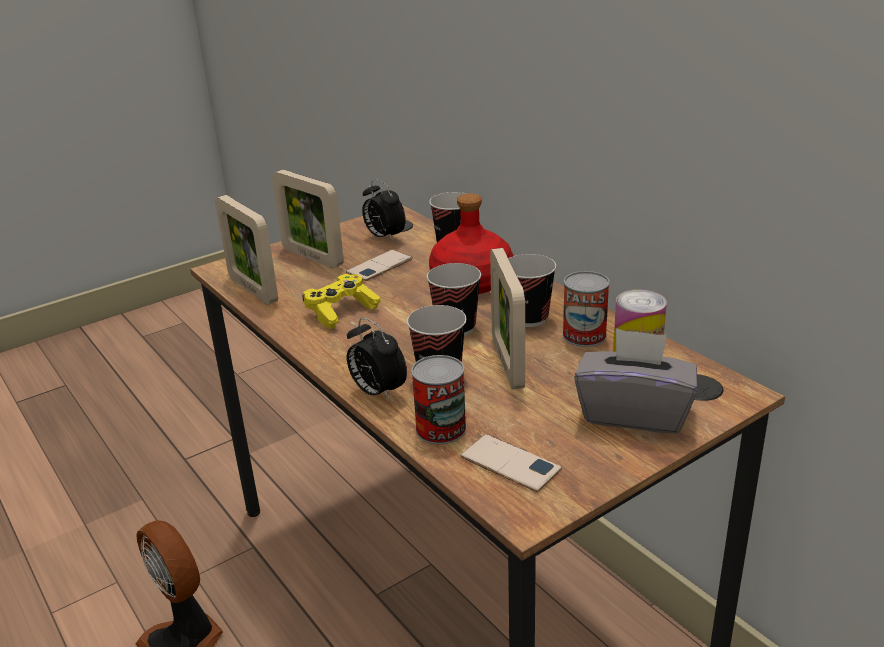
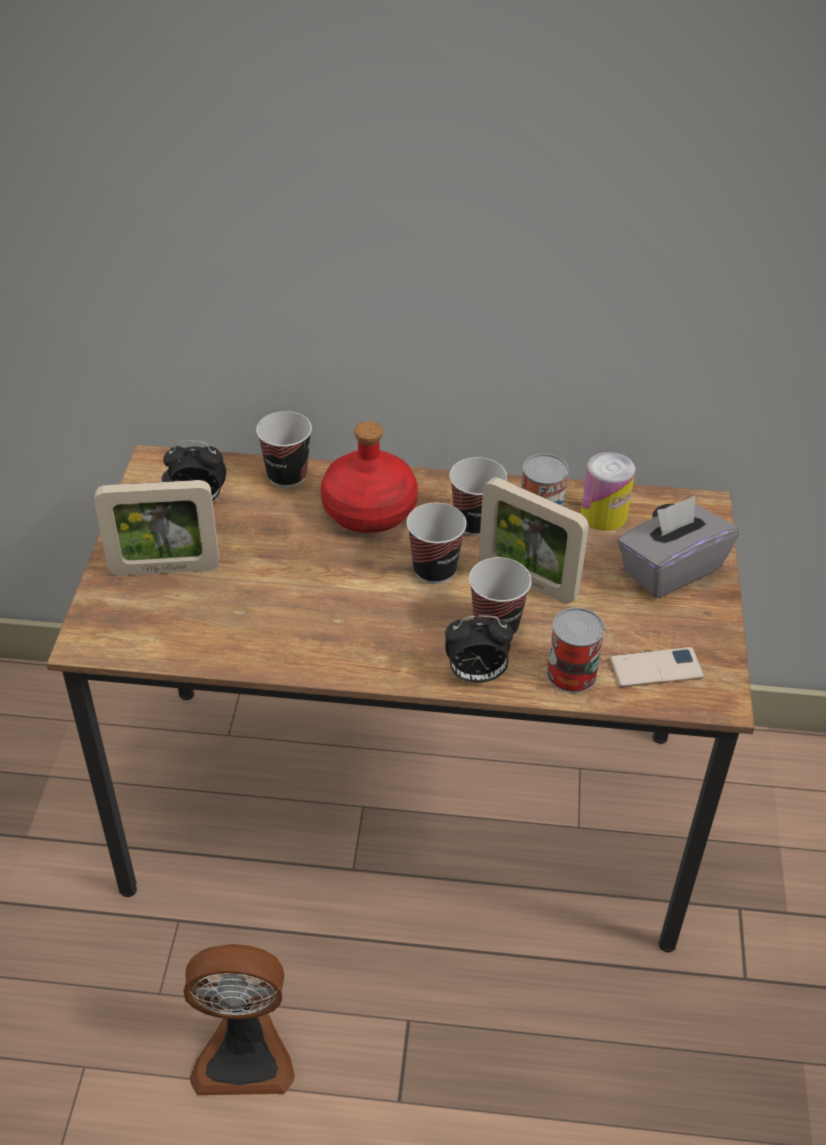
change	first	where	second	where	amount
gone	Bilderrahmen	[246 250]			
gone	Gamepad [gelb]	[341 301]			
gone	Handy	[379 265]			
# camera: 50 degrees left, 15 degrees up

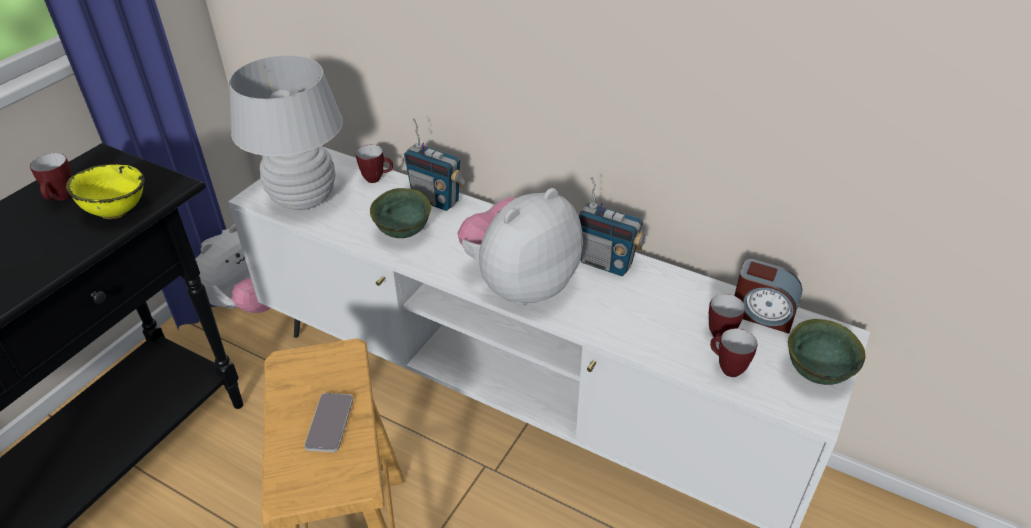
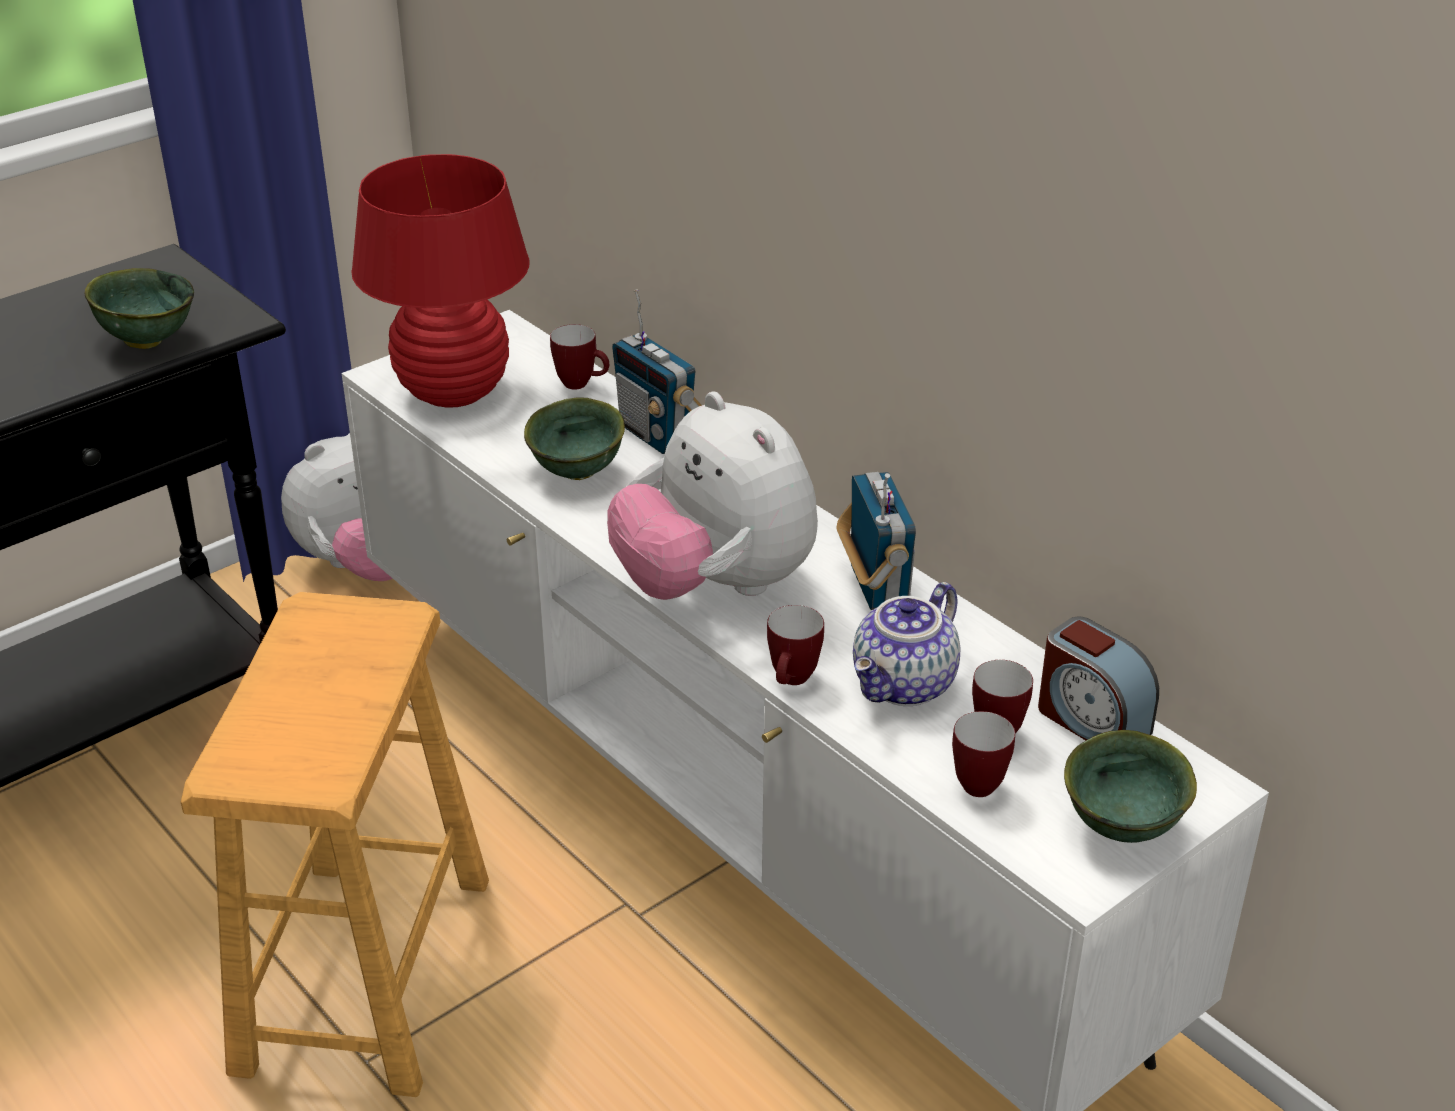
change	first	where	second	where	amount
repainted	Schüssel [gelb]	[105 191]	Schüssel [grün]	[139 308]	
repainted	Tischlampe [weiß]	[286 132]	Tischlampe [rot]	[440 281]	
rotated	Plüschtier	[520 246]		[712 495]	105 degrees counterclockwise
shifted	Henkelbecher	[51 177]		[795 645]	
rotated	Radio	[611 226]		[876 541]	150 degrees counterclockwise
new			Teekanne	[906 644]	
gone	Handy	[328 422]			
# camera: 20 degrees right, 5 degrees down

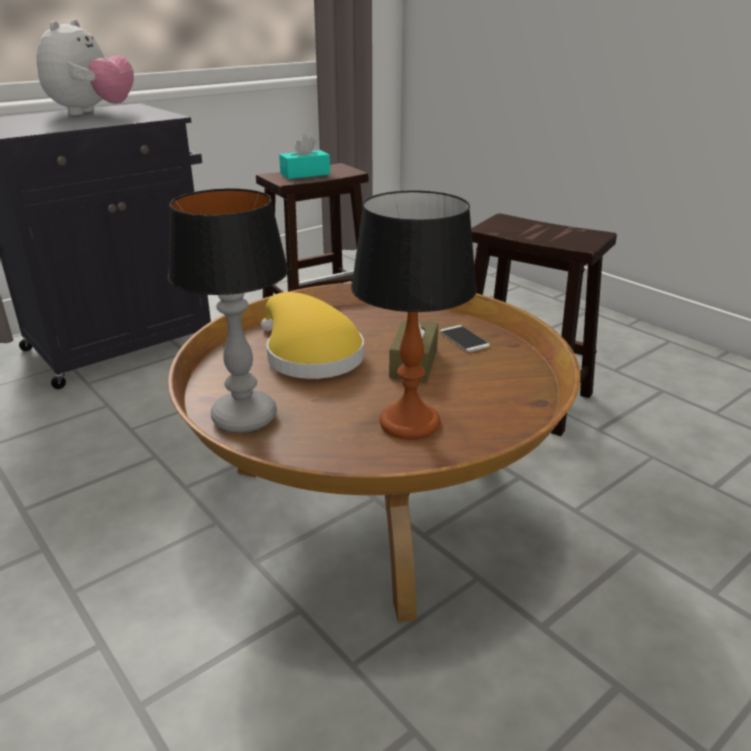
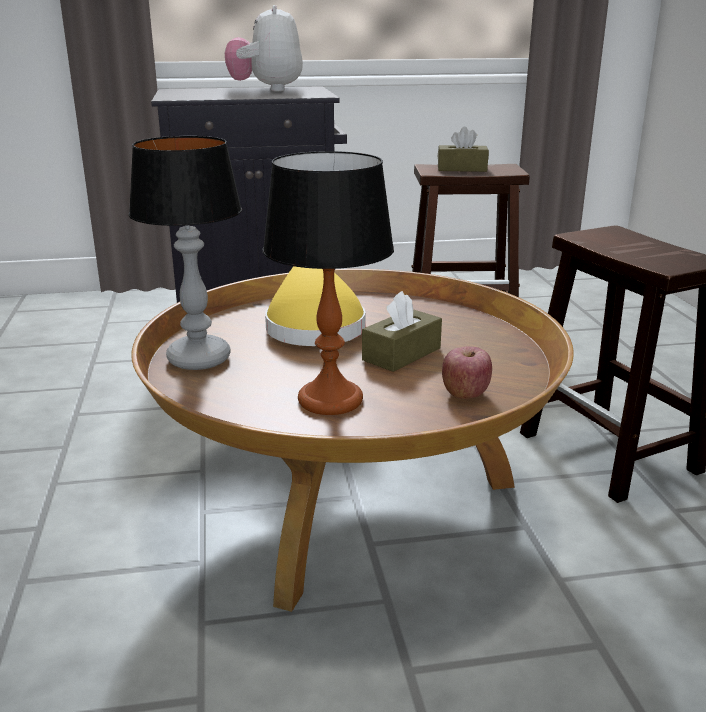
change	first	where	second	where	amount
rotated	Plüschtier	[85 67]		[264 48]	135 degrees clockwise
repainted	Taschentuchbox [türkis]	[304 157]	Taschentuchbox [braun]	[463 149]	
new			Apfel	[467 373]	
gone	Handy	[465 338]			
# camera: 30 degrees right, 5 degrees down

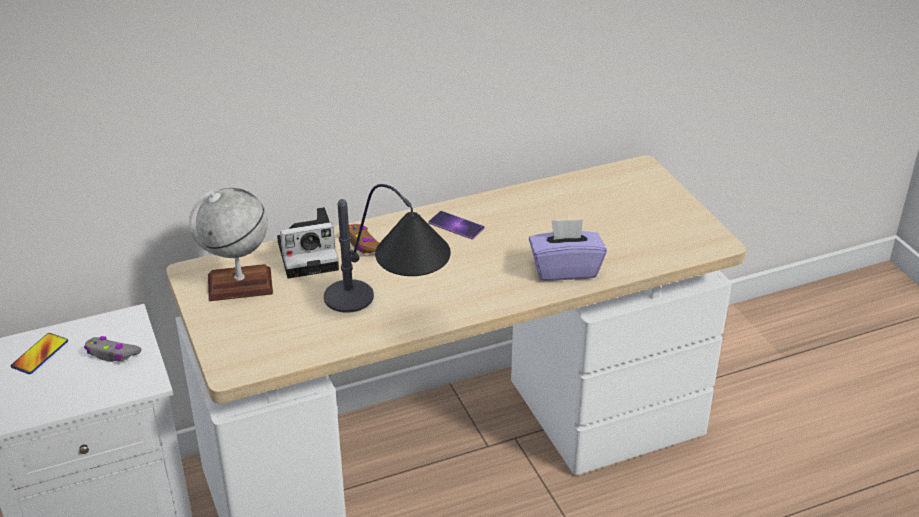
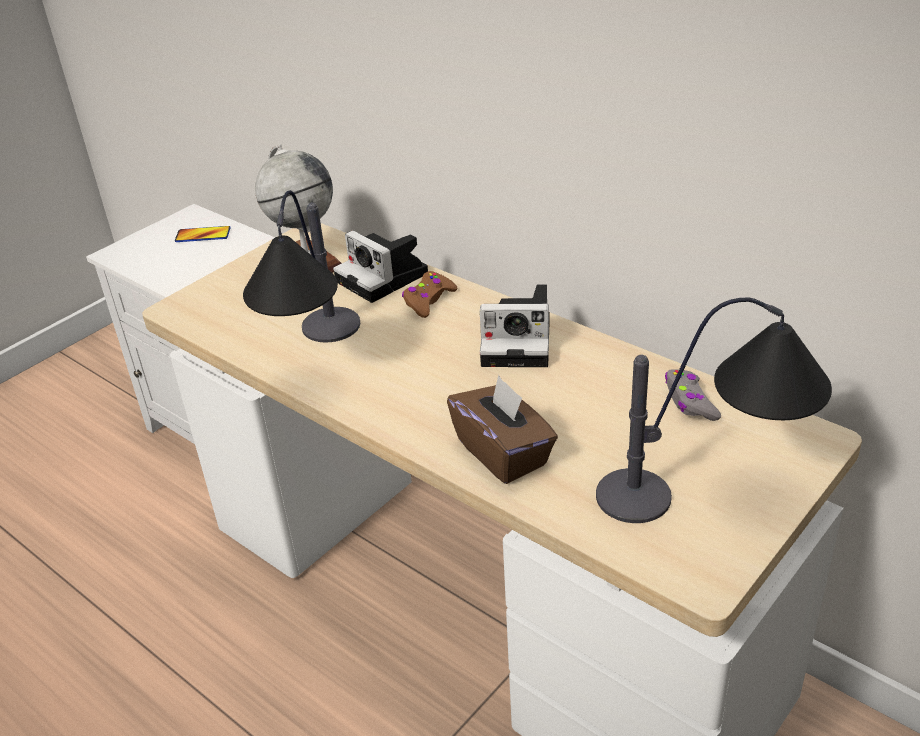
change	first	where	second	where	amount
repainted	Taschentuchbox [lila]	[568 250]	Taschentuchbox [braun]	[502 429]	
swapped	Handy	[456 225]	Kamera	[515 325]	
new			Tischlampe	[714 410]	
shifted	Gamepad [grau]	[112 349]		[693 395]	
# camera: 65 degrees right, 0 degrees up

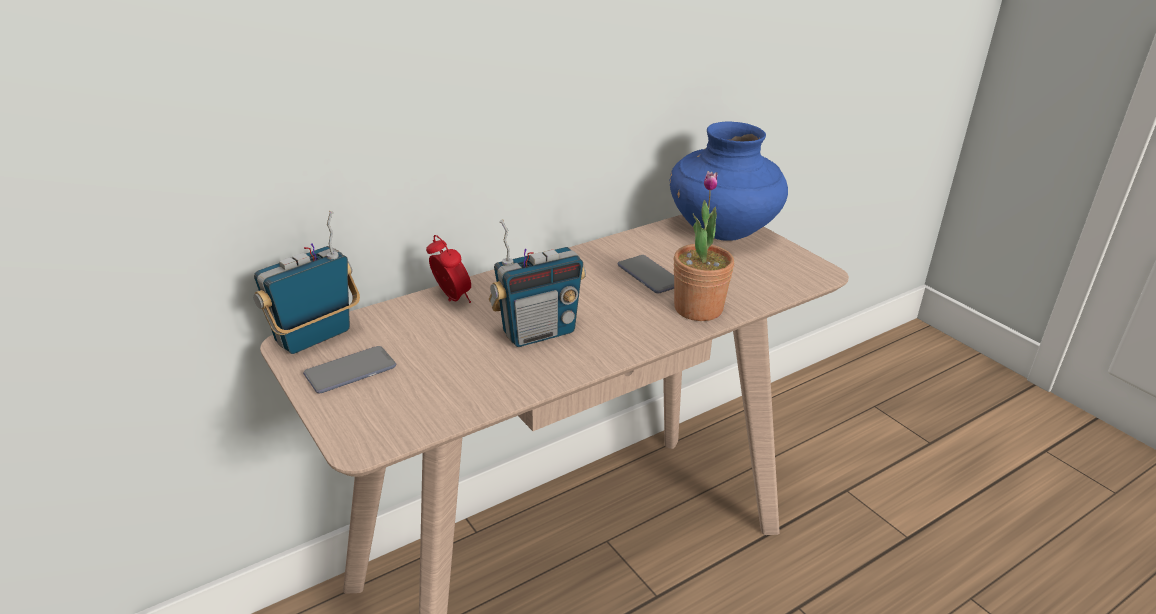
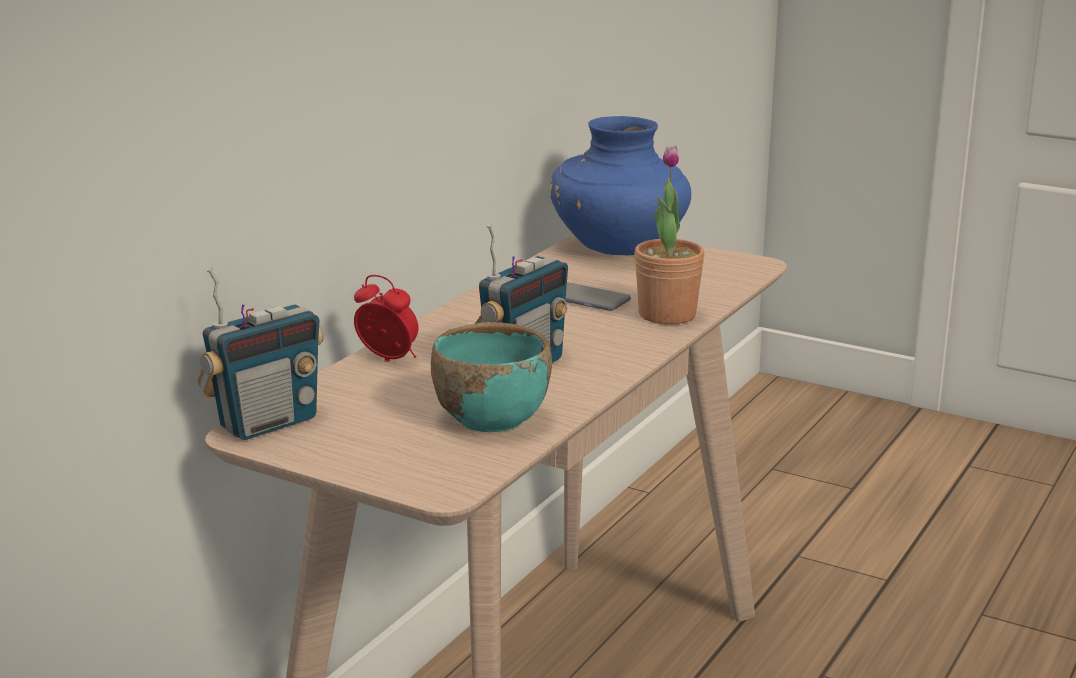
change	first	where	second	where	amount
rotated	Radio	[306 282]		[261 353]	150 degrees counterclockwise
new			Schüssel [türkis]	[491 377]	
gone	Handy	[349 370]			
# camera: 25 degrees left, 10 degrees down

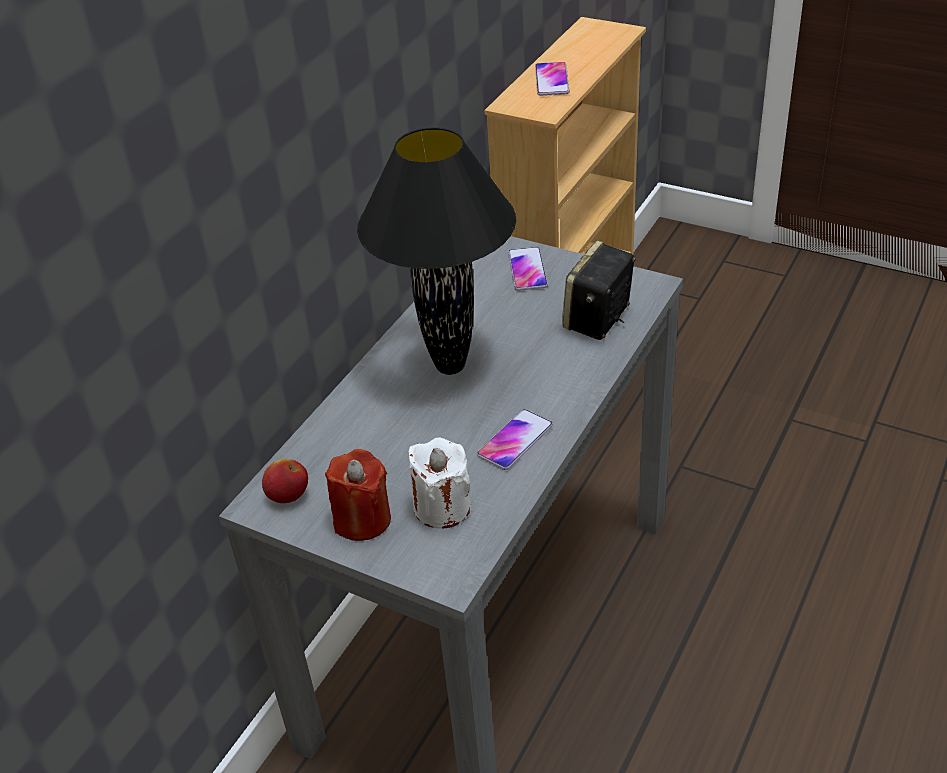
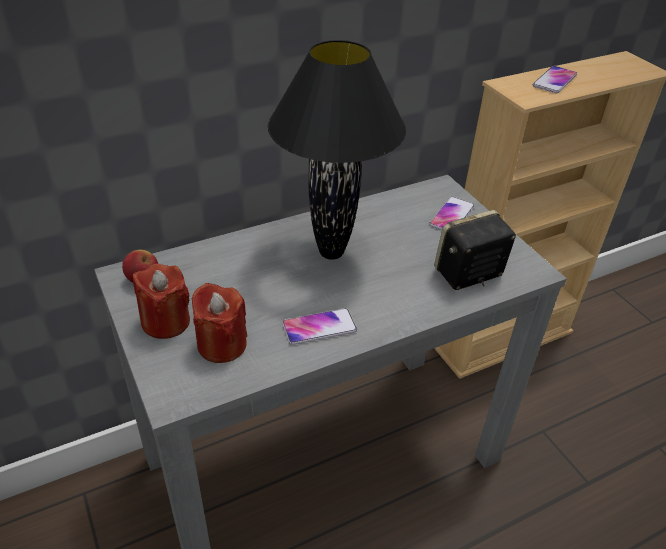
change	first	where	second	where	amount
repainted	Kerze [weiß]	[440 483]	Kerze [rot]	[219 323]	
# camera: 30 degrees right, 0 degrees up

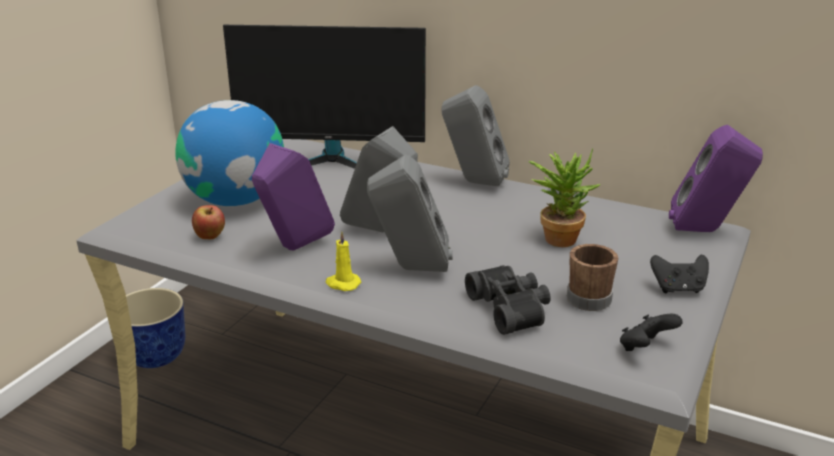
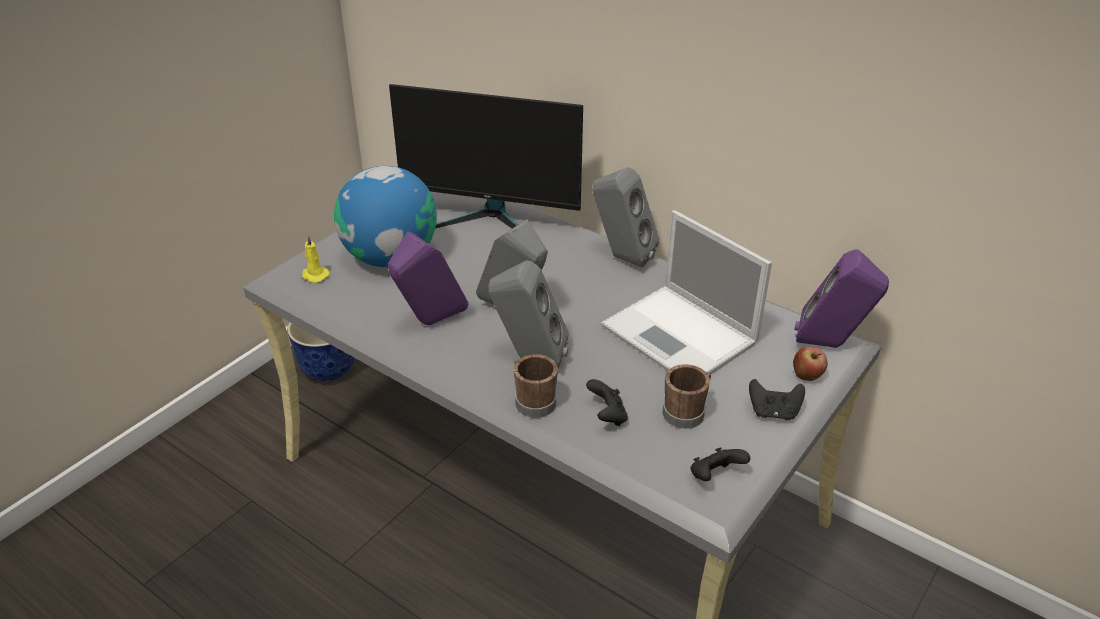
change	first	where	second	where	amount
shifted	Kerze [gelb]	[343 261]		[316 259]	
new			Henkelbecher [braun]	[536 386]	
swapped	Fernglas [schwarz]	[508 300]	Gamepad [schwarz]	[607 402]	
swapped	Topfpflanze	[565 198]	Laptop	[686 292]	
shifted	Apfel	[208 222]		[810 364]	
# camera: 10 degrees right, 10 degrees up

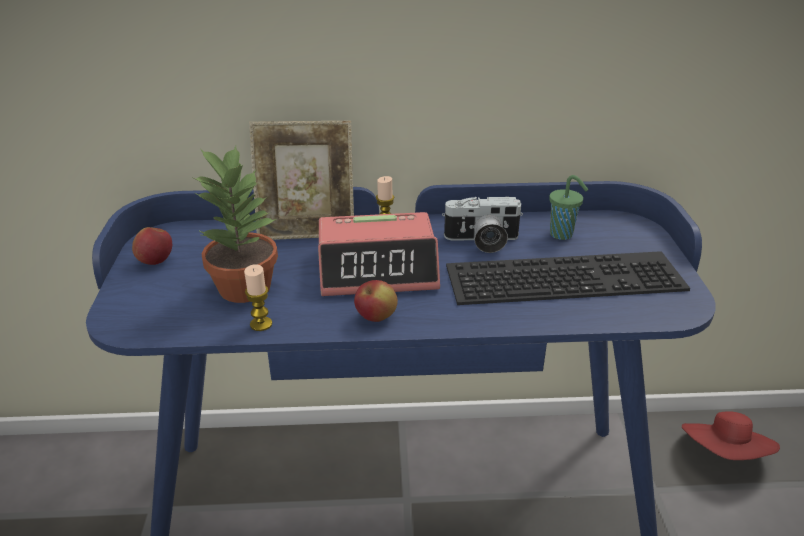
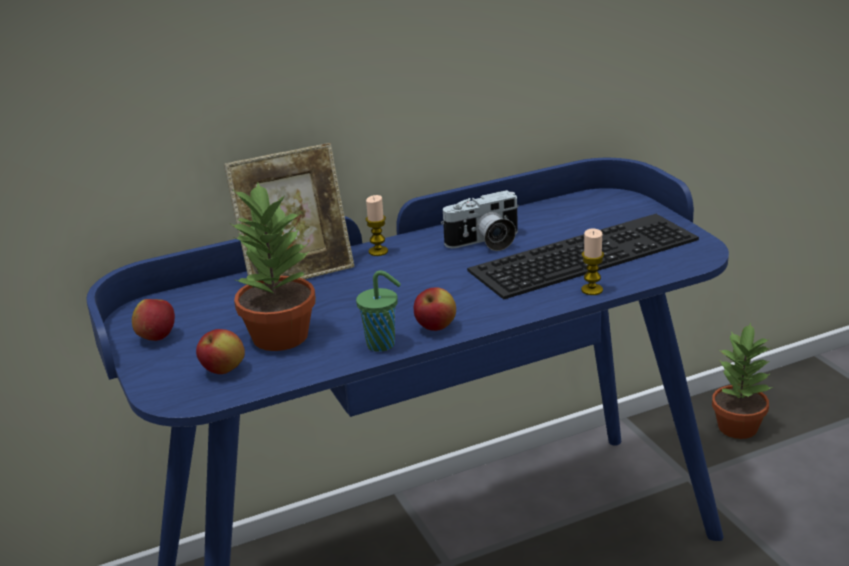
change	first	where	second	where	amount
new			Apfel	[220 351]	
shifted	Tasse [grün]	[568 207]		[378 311]	
shifted	Kerze	[258 297]		[592 262]	
swapped	Hut [rot]	[731 435]	Topfpflanze	[743 380]	
gone	Wecker	[379 254]			
# camera: 20 degrees left, 5 degrees down

